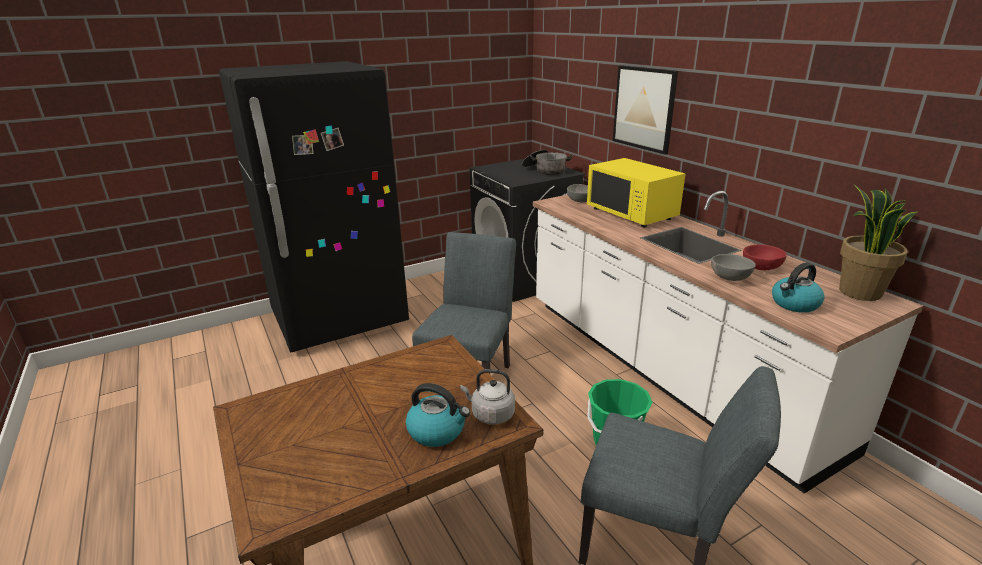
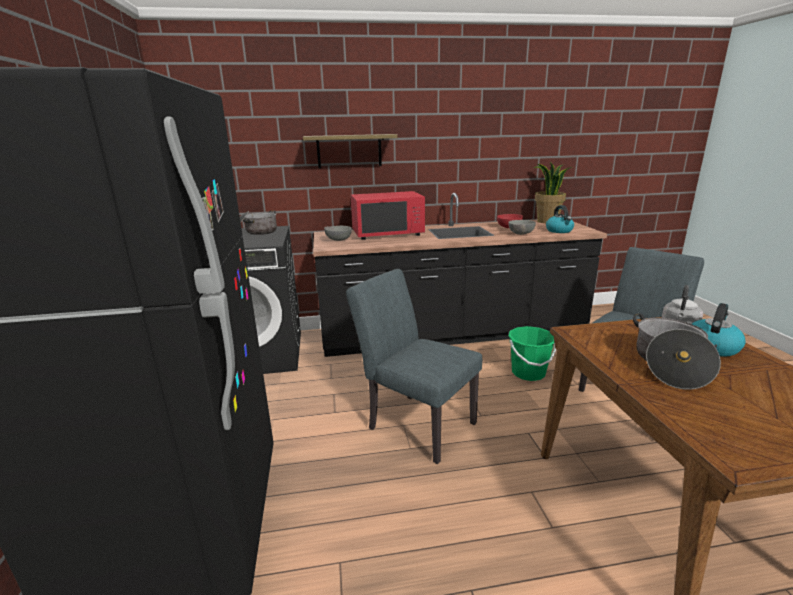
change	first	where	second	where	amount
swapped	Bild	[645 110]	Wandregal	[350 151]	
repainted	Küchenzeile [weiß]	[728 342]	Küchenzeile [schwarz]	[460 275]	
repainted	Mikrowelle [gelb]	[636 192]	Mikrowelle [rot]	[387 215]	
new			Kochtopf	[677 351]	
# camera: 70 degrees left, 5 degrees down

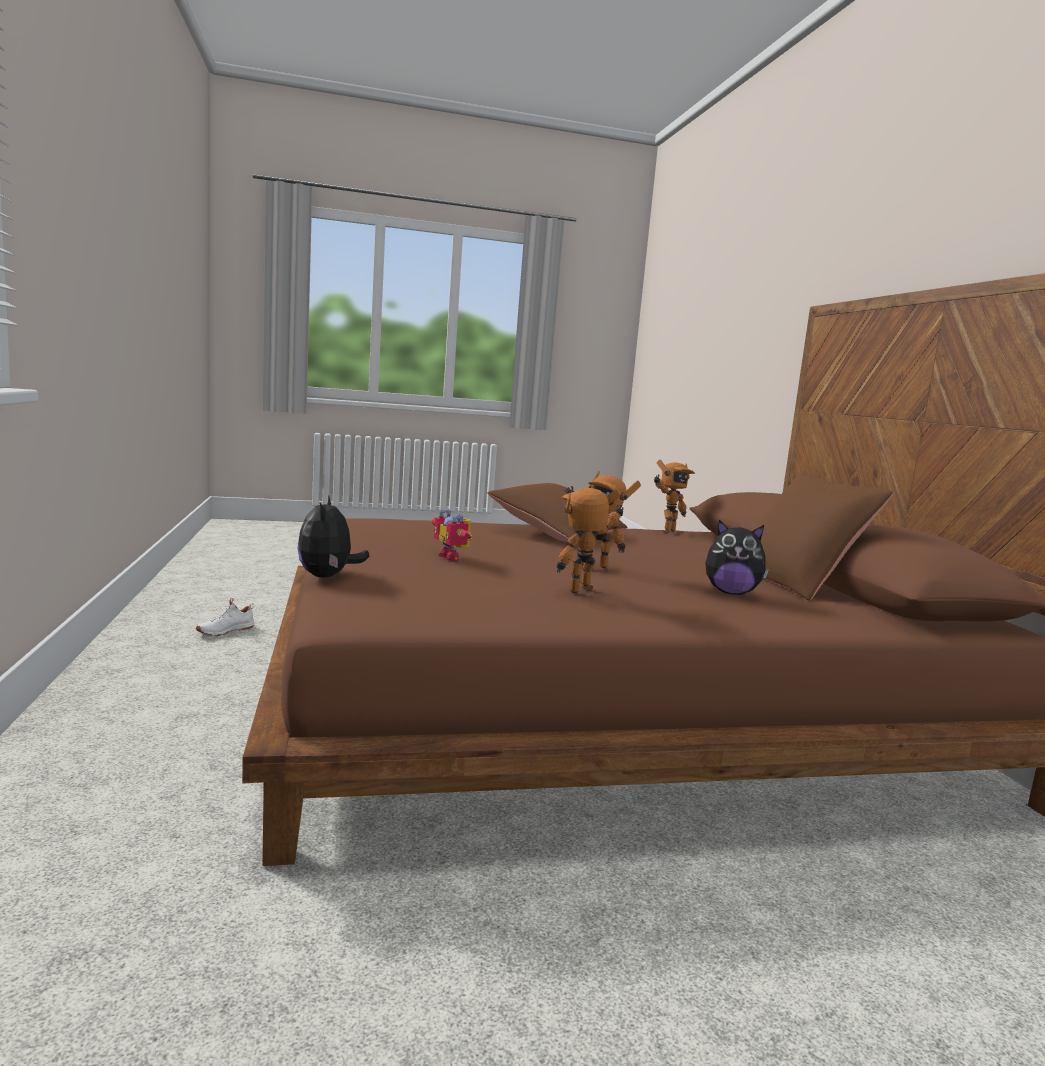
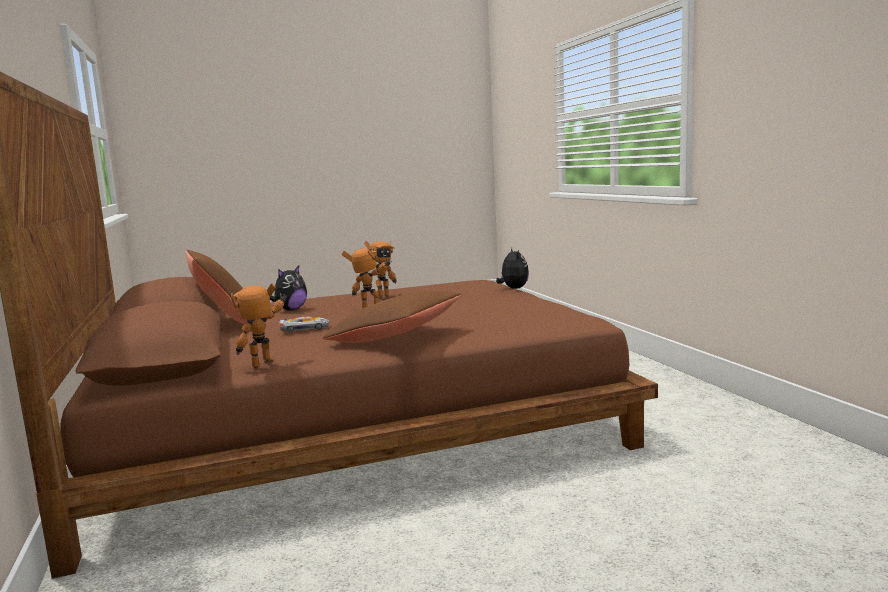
change	first	where	second	where	amount
rotated	Plüschtier	[737 557]		[288 288]	120 degrees clockwise
new			Spielzeugauto	[304 324]	
gone	Schuh [weiß]	[225 617]			
gone	Spielzeugroboter	[452 535]			
# camera: 175 degrees right, 0 degrees up

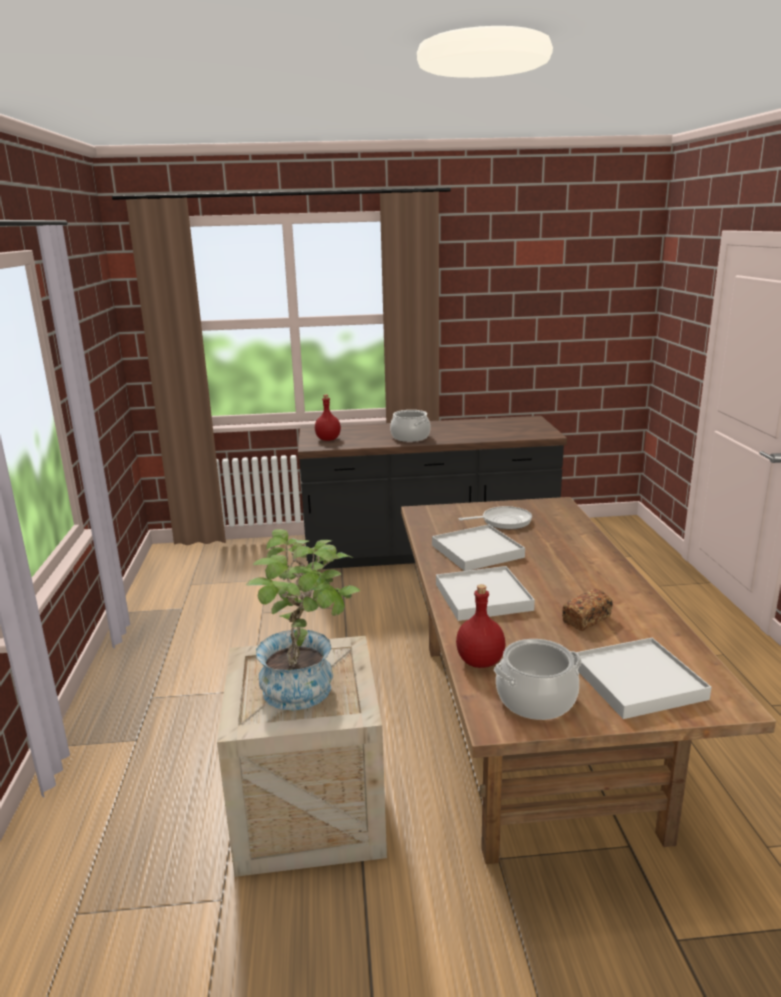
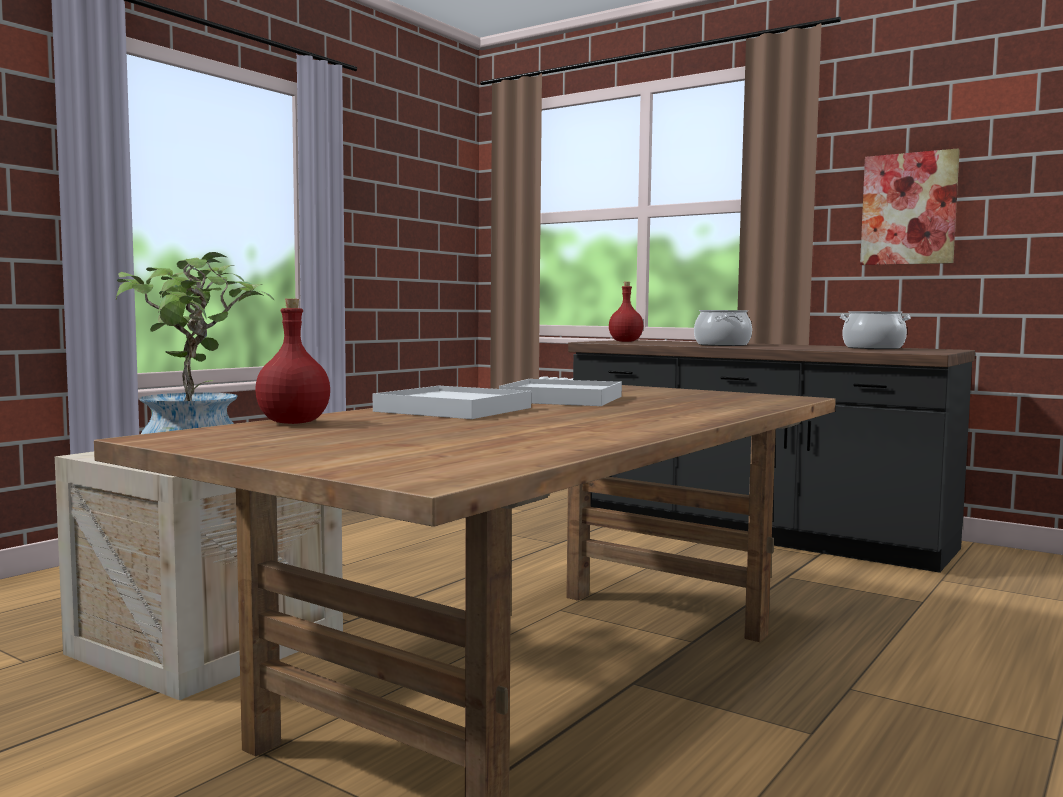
change	first	where	second	where	amount
shifted	Kochtopf	[538 679]		[875 330]	
new			Bild	[910 207]	
gone	Pfanne	[495 517]			
gone	Brot	[587 610]			
gone	Tablett [weiß]	[642 678]			
# camera: 40 degrees right, 15 degrees down

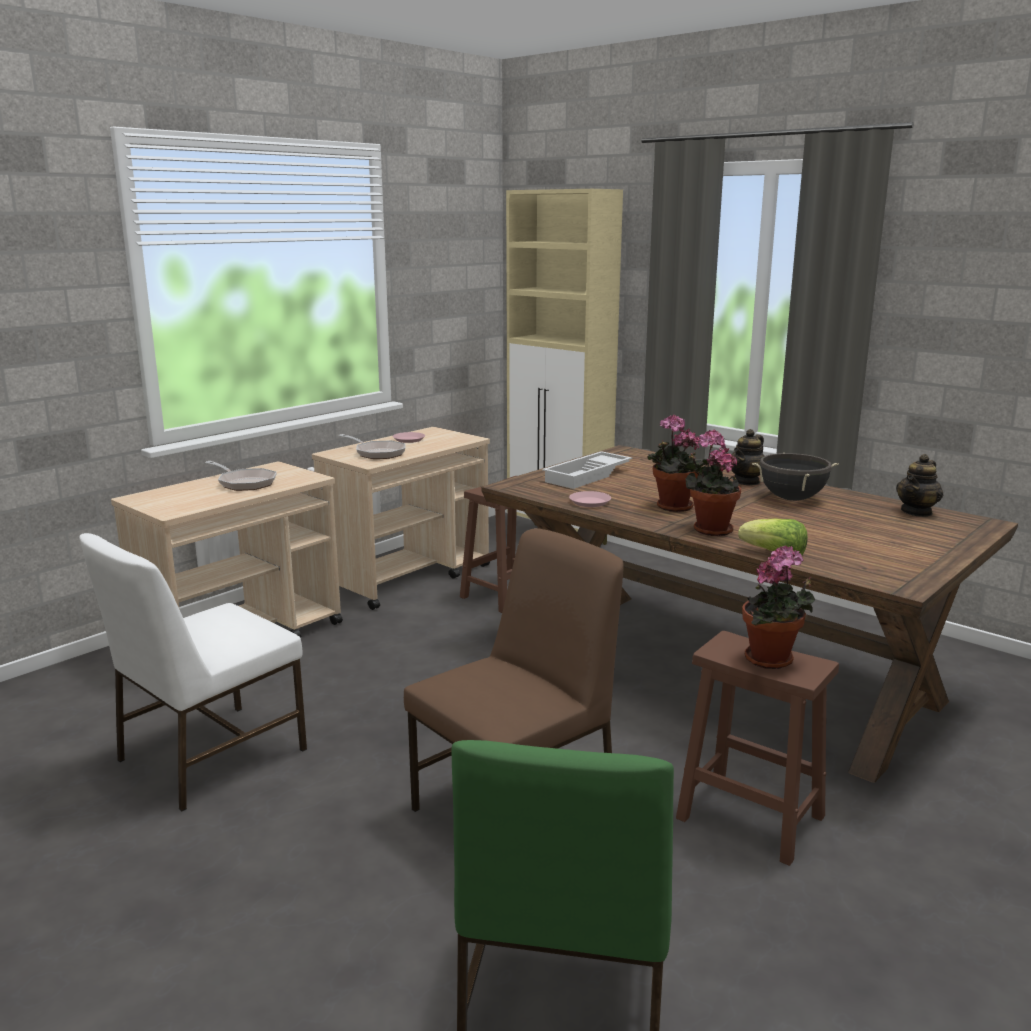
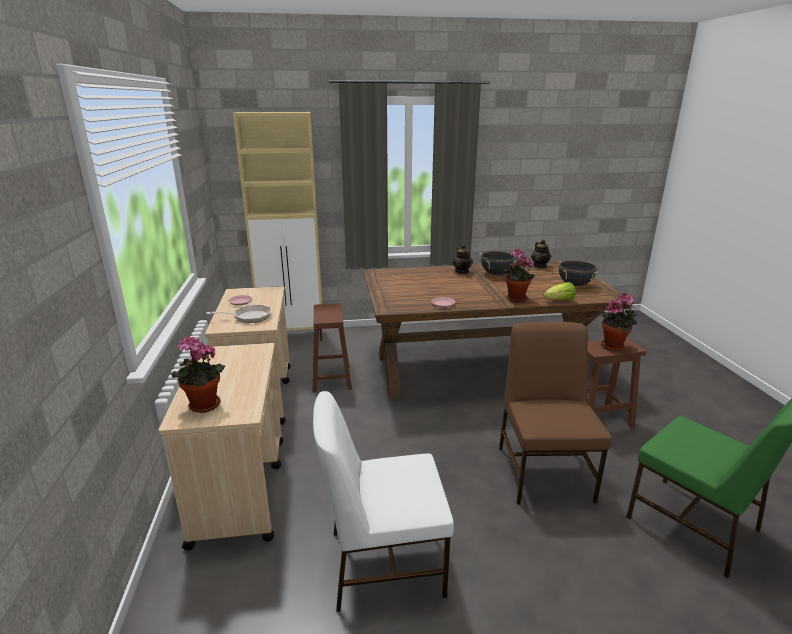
change	first	where	second	where	amount
shifted	Topfpflanze	[676 463]		[198 374]	
rotated	Stuhl [weiß]	[193 672]		[383 501]	90 degrees clockwise
new			Kochtopf [schwarz]	[578 273]	
gone	Pfanne	[241 476]			
gone	Tablett [weiß]	[587 470]			
# camera: 50 degrees left, 5 degrees up

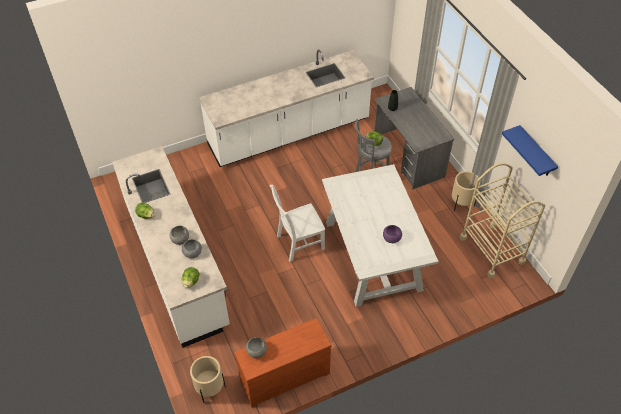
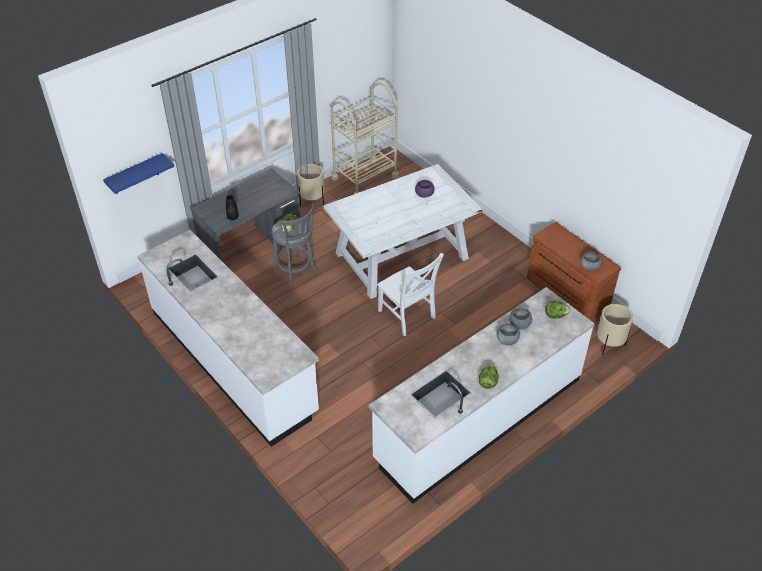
change	first	where	second	where	amount
shifted	Wandregal [blau]	[530 150]		[138 173]	
# camera: 105 degrees left, 5 degrees down

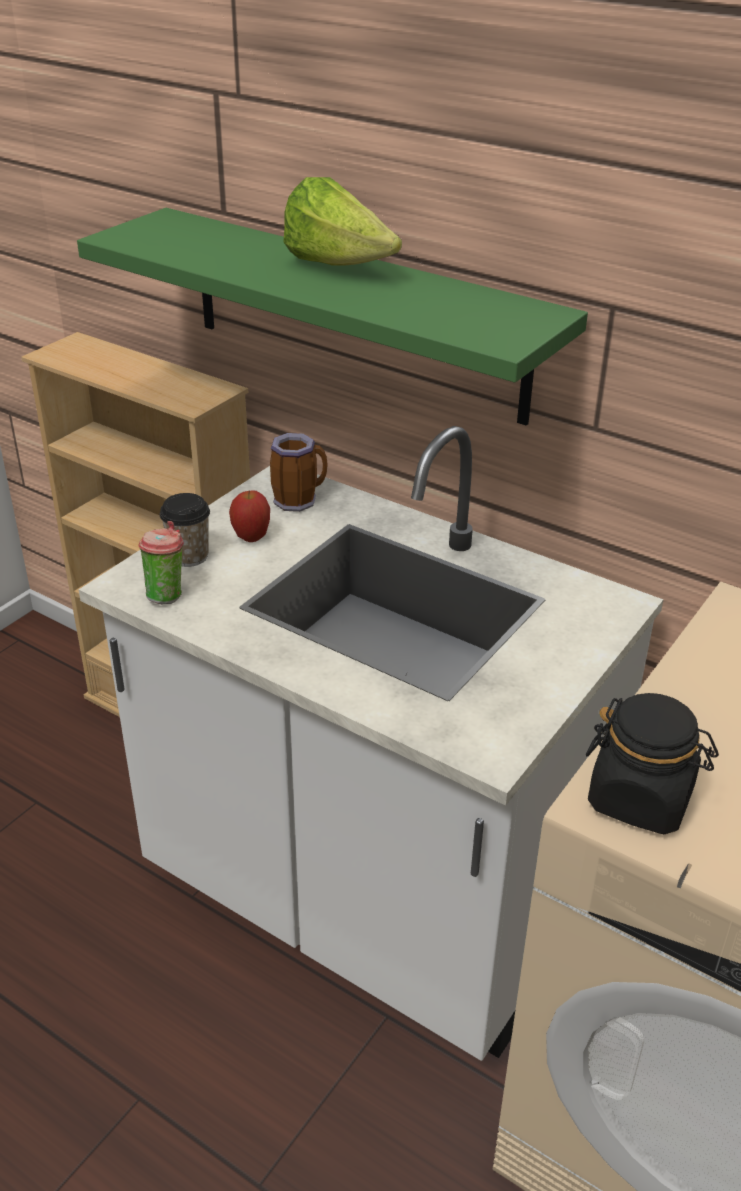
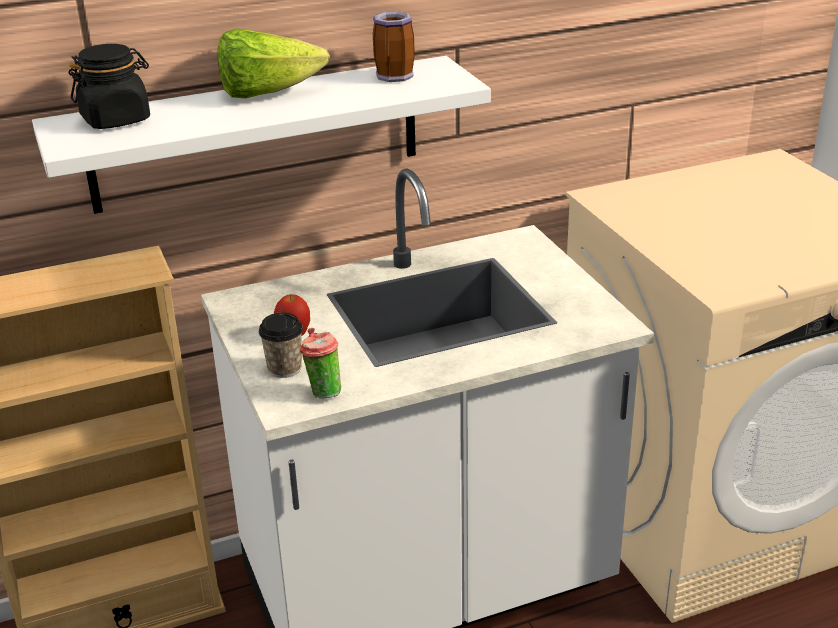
change	first	where	second	where	amount
repainted	Wandregal [grün]	[332 317]	Wandregal [weiß]	[261 135]	
shifted	Vorratsglas [schwarz]	[652 763]		[109 86]	
shifted	Henkelbecher	[299 472]		[394 46]	
# camera: 55 degrees left, 5 degrees down

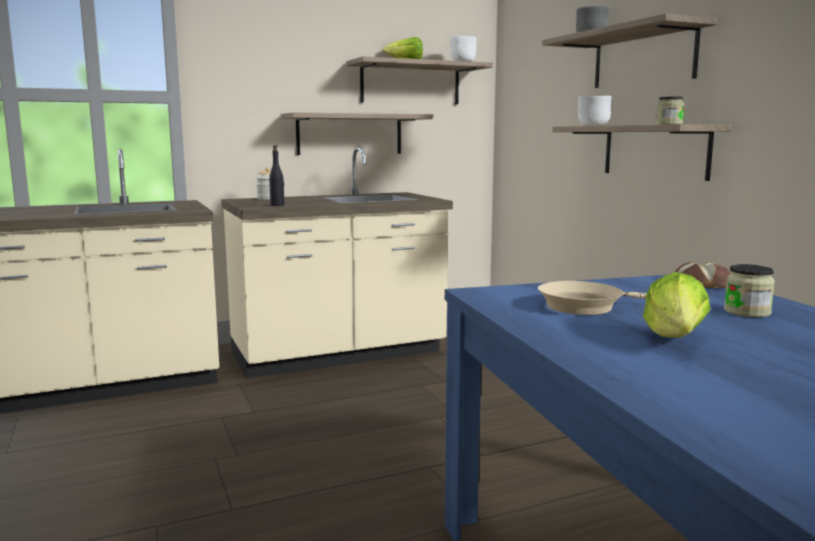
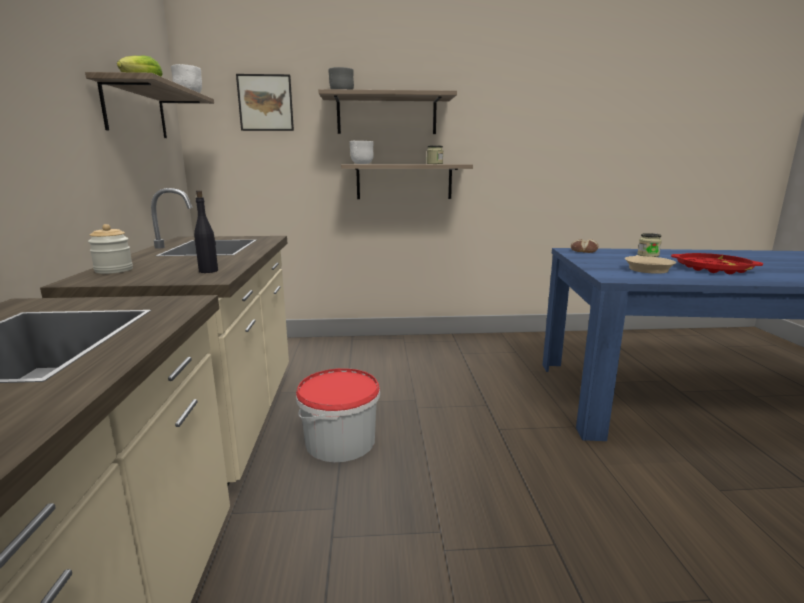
change	first	where	second	where	amount
new			Bild	[265 102]	
new			Eimer	[338 415]	
swapped	Salatkopf	[676 305]	Tablett [rot]	[717 263]	
gone	Wandregal	[357 133]			
# camera: 70 degrees left, 5 degrees up

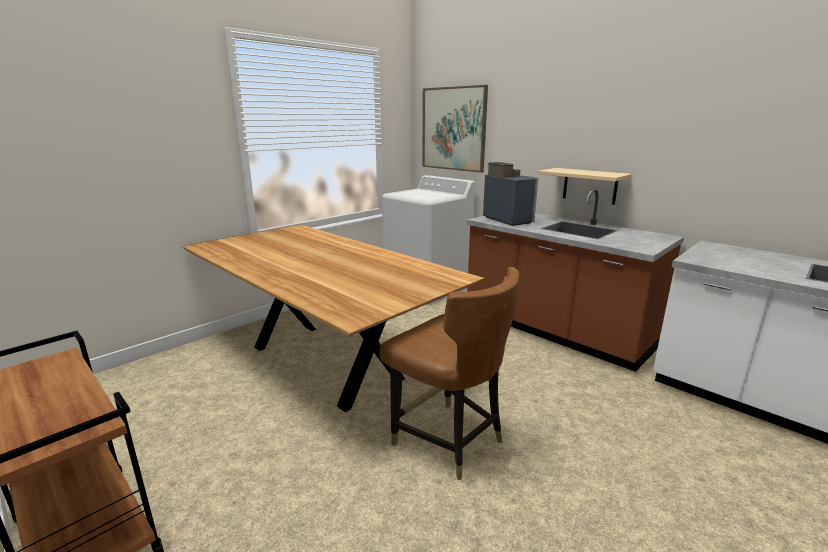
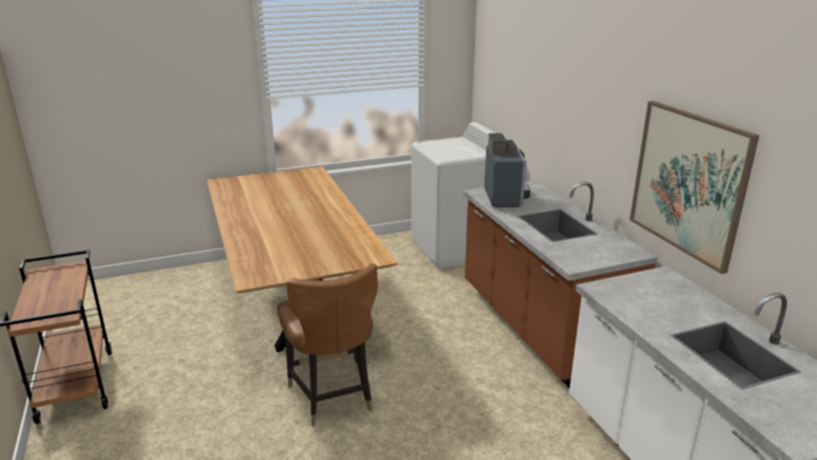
change	first	where	second	where	amount
shifted	Bild	[455 129]		[694 187]	
gone	Wandregal [beige]	[585 186]			
# camera: 25 degrees right, 5 degrees up

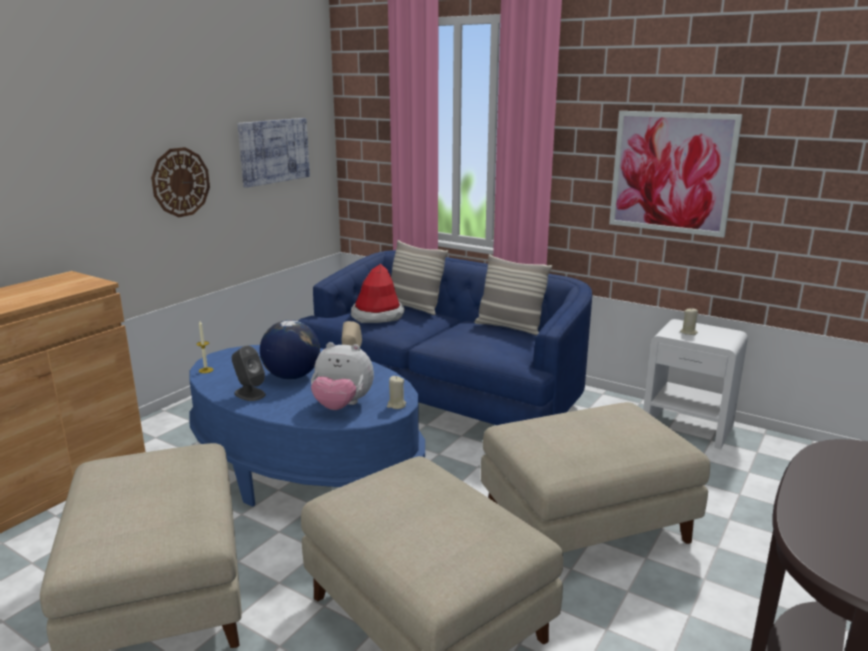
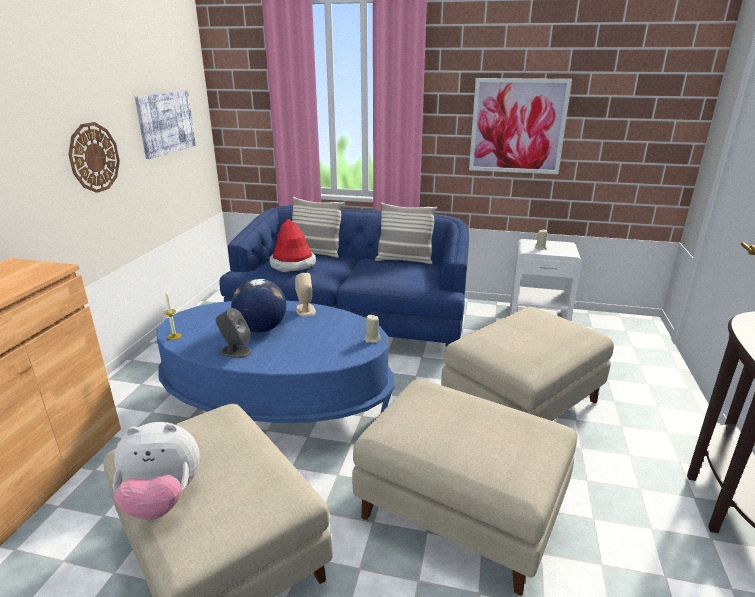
change	first	where	second	where	amount
shifted	Plüschtier	[342 376]		[156 471]	
# camera: 20 degrees left, 5 degrees up

